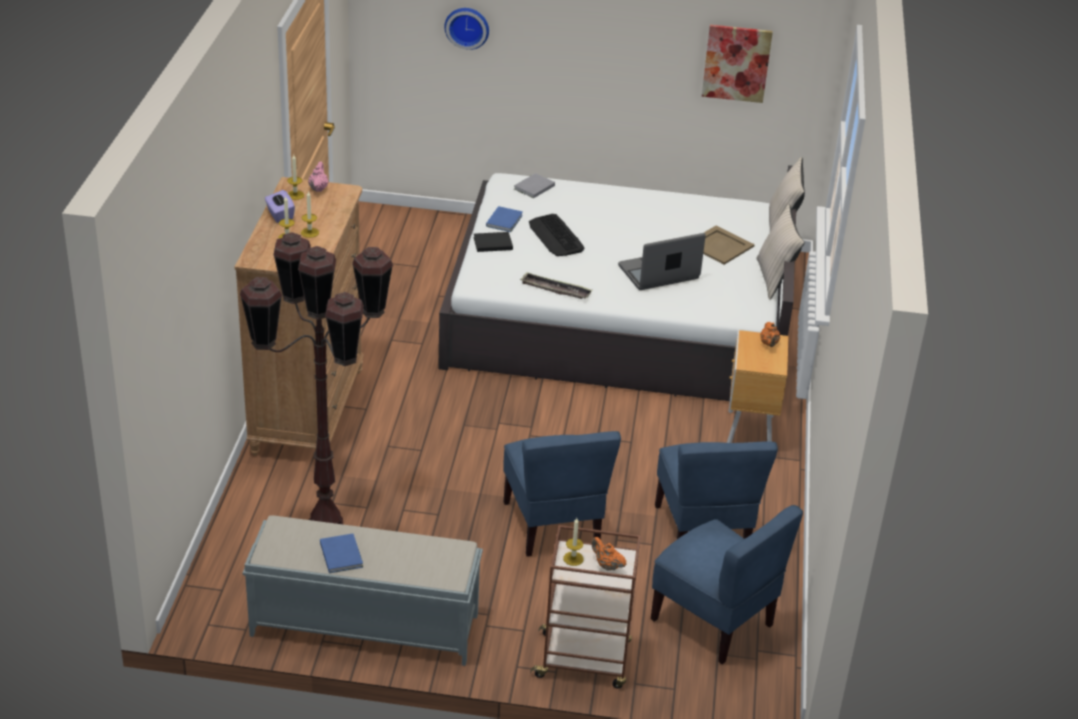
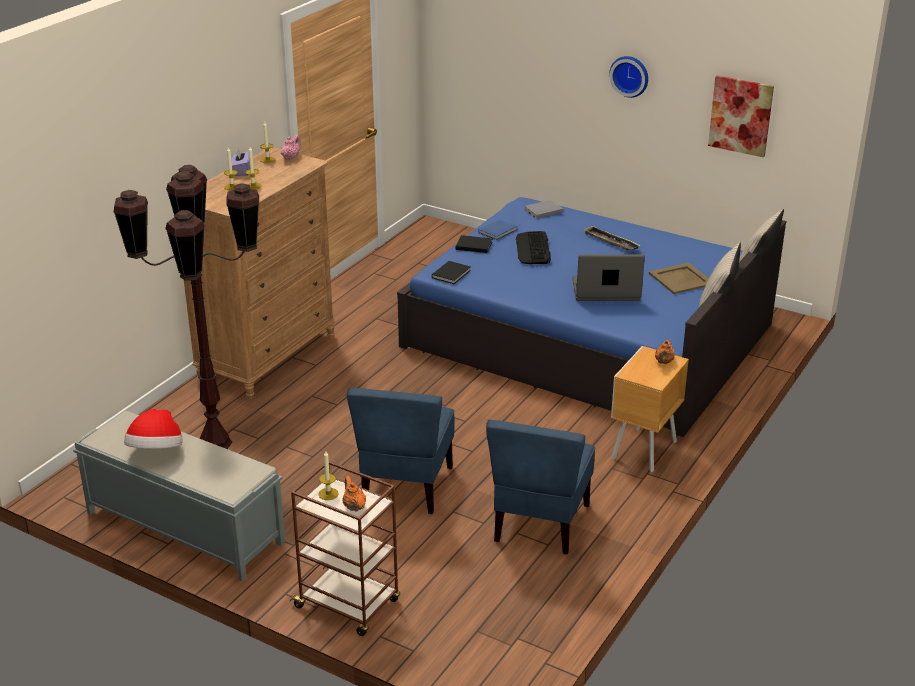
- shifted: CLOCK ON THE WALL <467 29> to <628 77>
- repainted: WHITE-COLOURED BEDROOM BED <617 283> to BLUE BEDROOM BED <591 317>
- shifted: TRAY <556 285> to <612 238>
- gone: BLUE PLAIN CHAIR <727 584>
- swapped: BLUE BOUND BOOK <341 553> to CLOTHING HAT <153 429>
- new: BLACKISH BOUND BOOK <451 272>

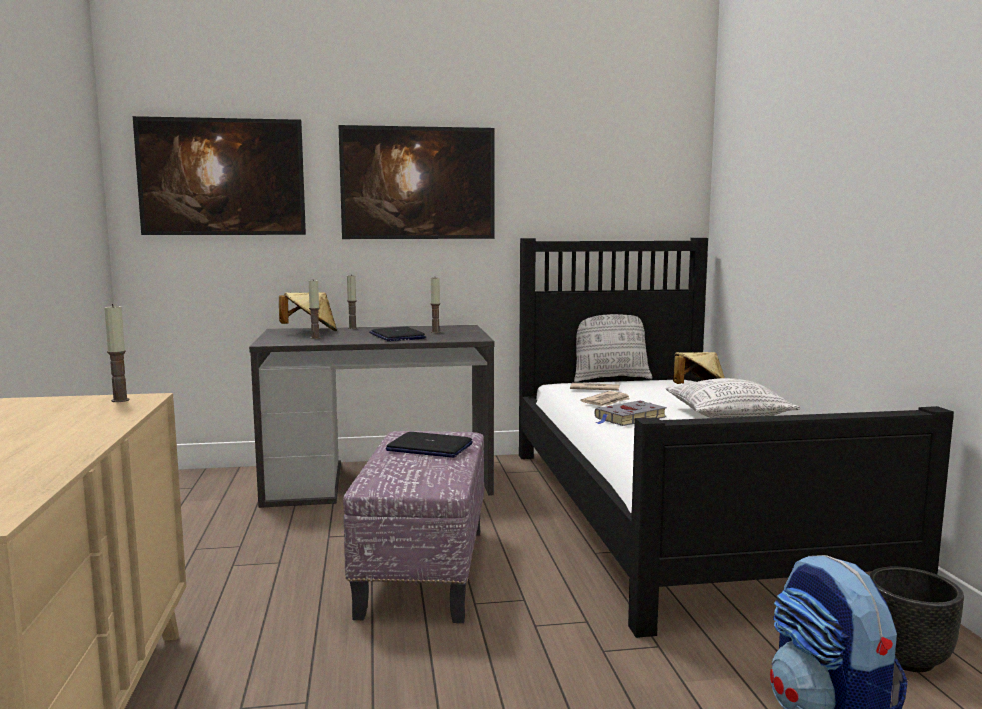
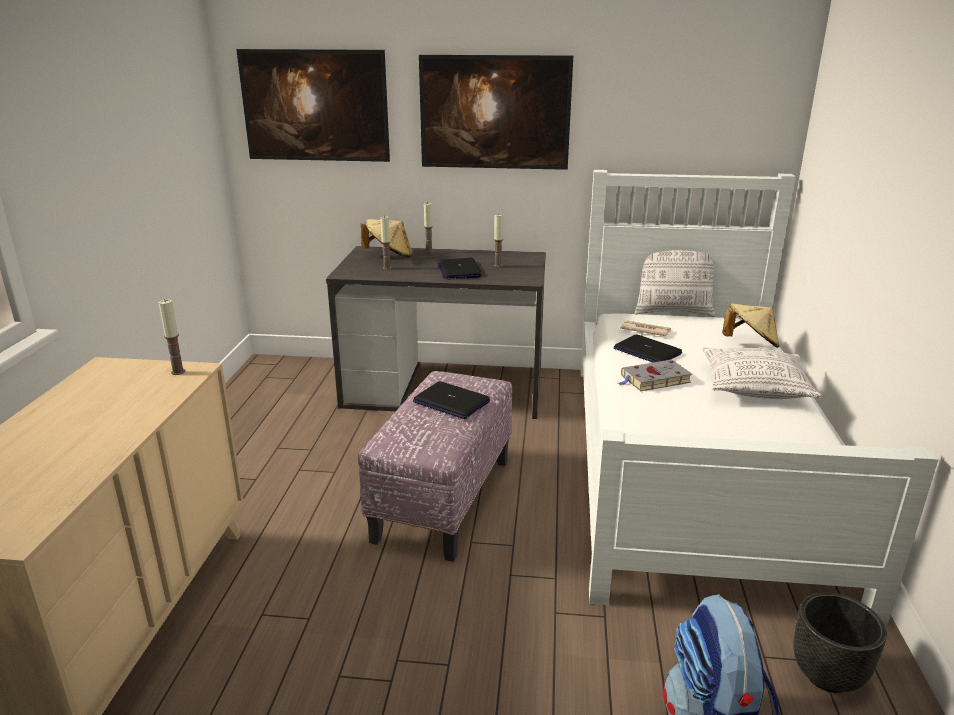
- repainted: BLACKISH BEDROOM BED <736 438> to WHITE-COLOURED BEDROOM BED <759 398>
- swapped: DAILY PAPER <605 398> to PORTABLE COMPUTER <648 349>

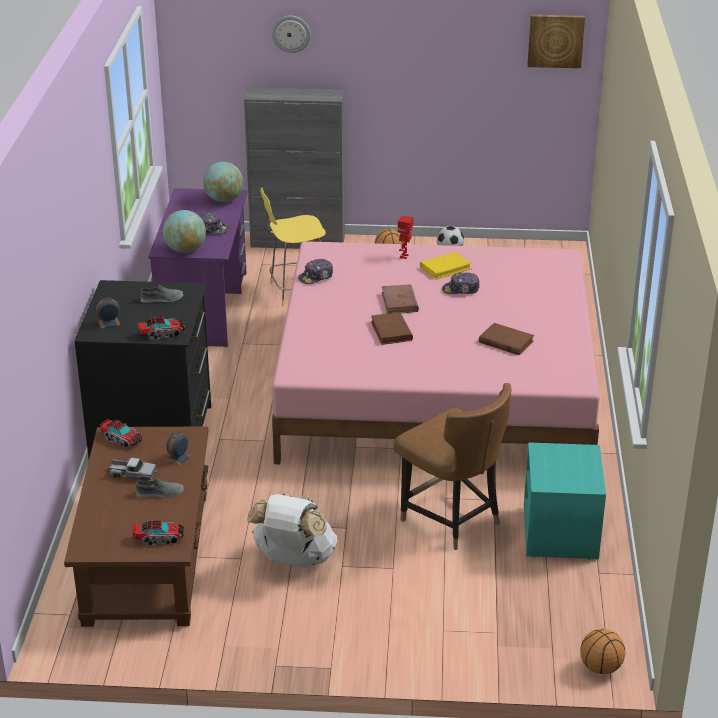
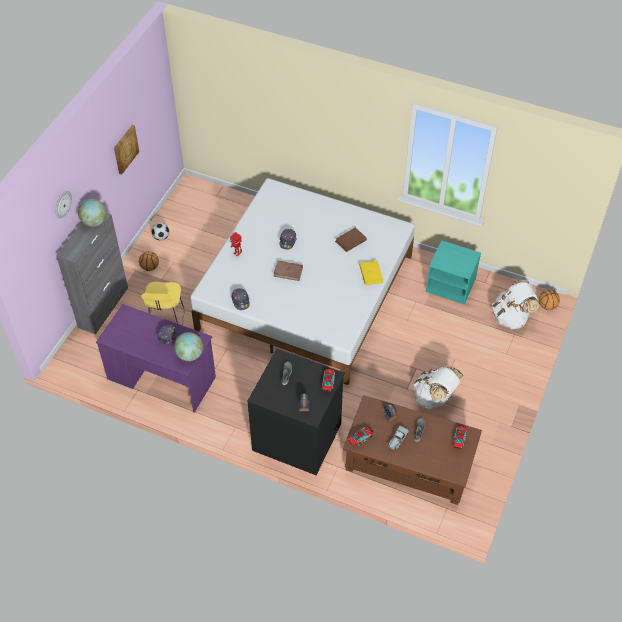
- shifted: WALL ART <556 41> to <126 150>
- shifted: WORLD GLOBE <223 182> to <92 213>
- repainted: PINKISH BEDROOM BED <436 352> to WHITE-COLOURED BEDROOM BED <302 281>
- shifted: YELLOWISH BOUND BOOK <446 266> to <371 273>
- gone: BROWN-COLOURED BOUND BOOK <392 328>
- gone: BROWN-COLOURED PLAIN CHAIR <452 466>
- new: WHITE-COLOURED KNAPSACK <515 304>

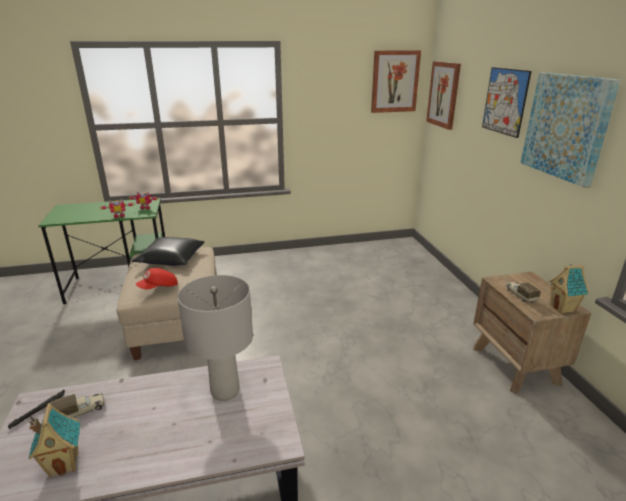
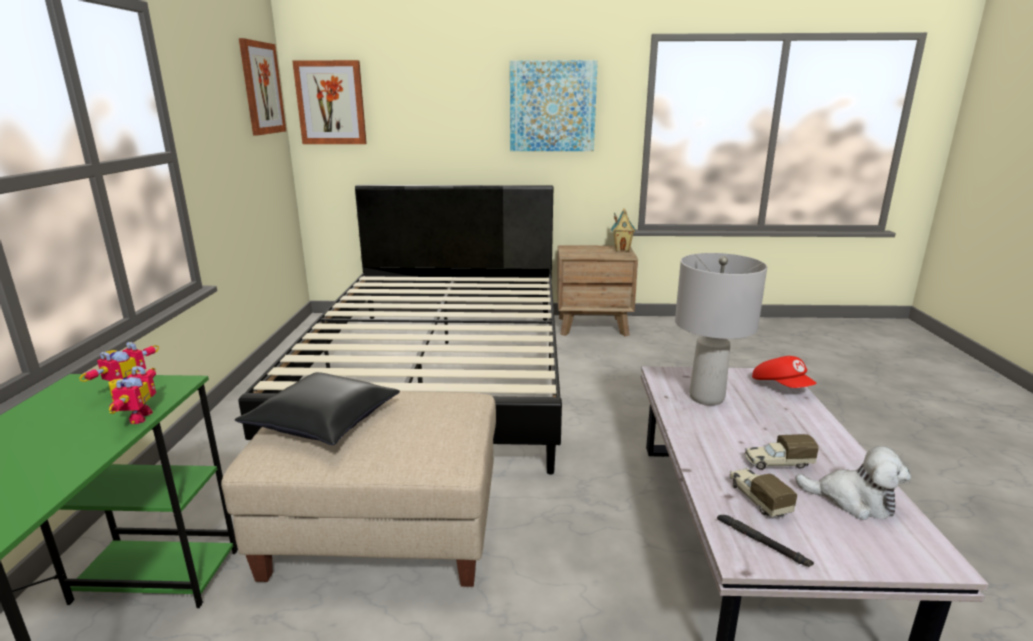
- gone: WALL ART <507 102>
- shifted: REDDISH PEAKED CAP <157 278> to <784 372>
- shifted: TOY TRUCK <523 292> to <781 452>
- swapped: MINIATURE HOUSE <54 440> to CUDDLY TOY <853 483>
- new: BLACKISH BEDROOM BED <400 330>

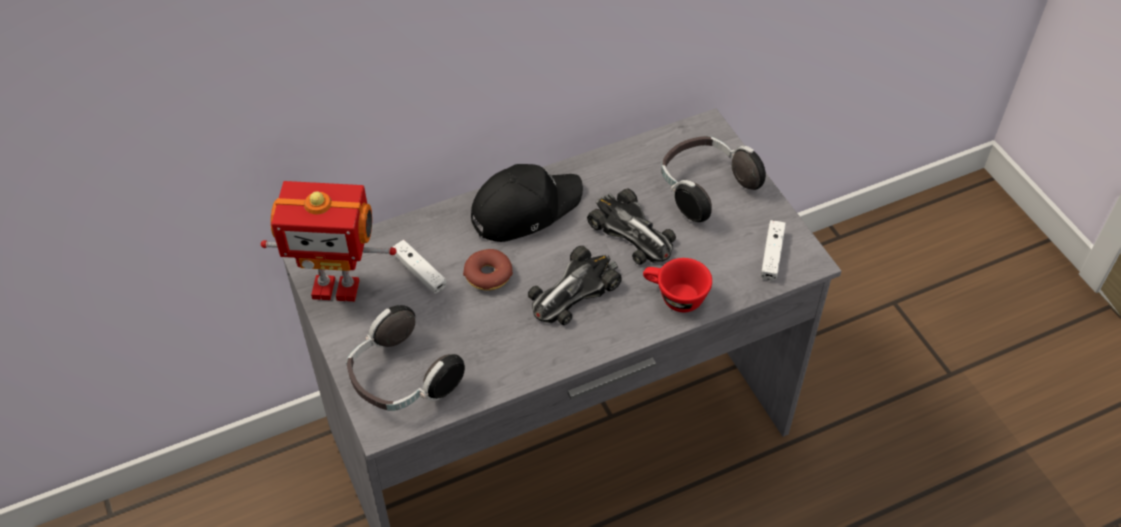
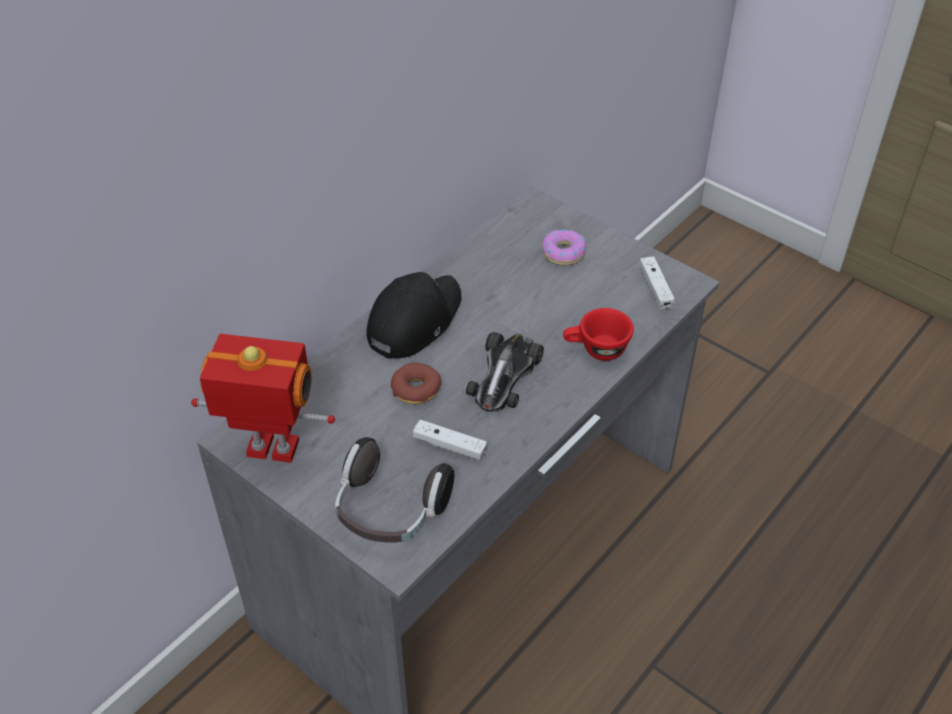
- swapped: HEADSET <713 179> to RING DOUGHNUT <564 247>
- rotated: MODEL ROBOT <329 241> = <263 398> 150 degrees counterclockwise
- gone: MINIATURE CAR <631 227>
- shifted: WHITE-COLOURED GAME CONTROLLER <419 266> to <450 440>

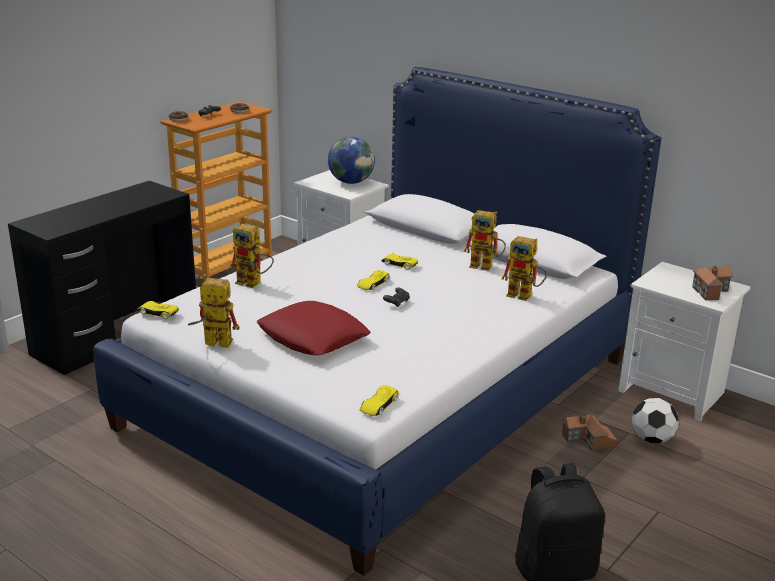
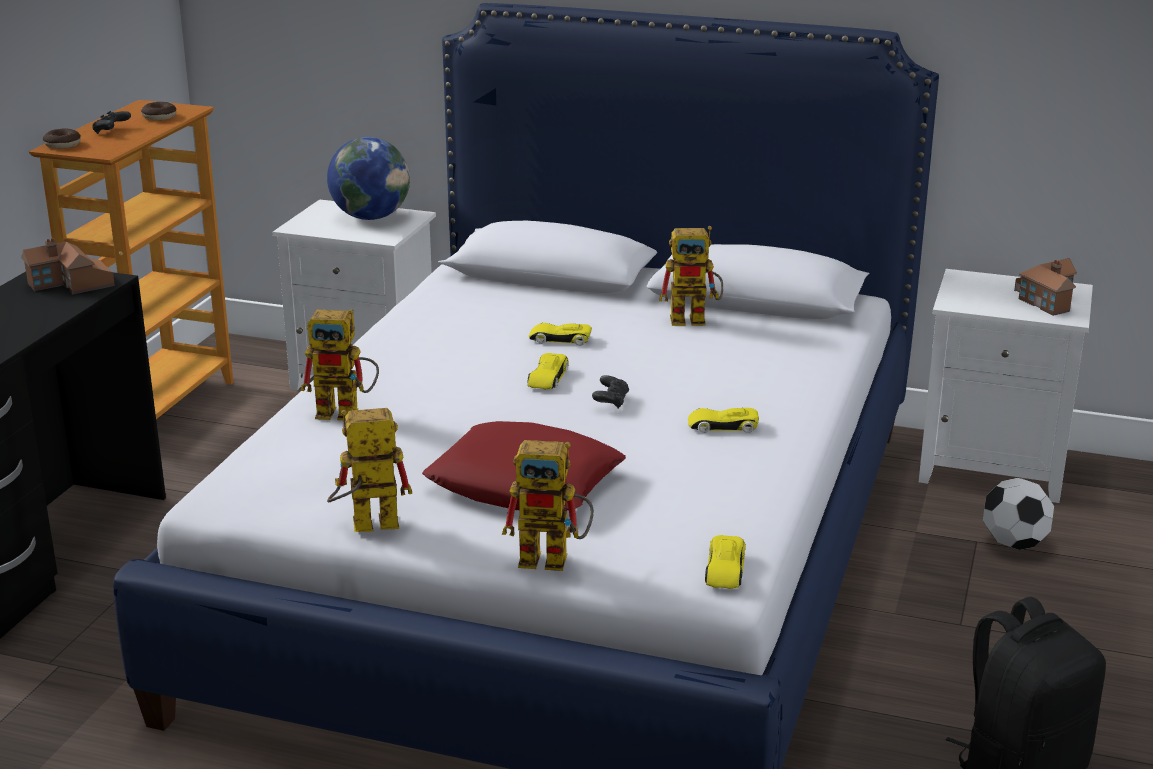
- shifted: MODEL ROBOT <524 268> to <548 505>
- shifted: YELLOWISH MINIATURE CAR <158 310> to <723 420>
- shifted: MINIATURE HOUSE <590 432> to <68 266>

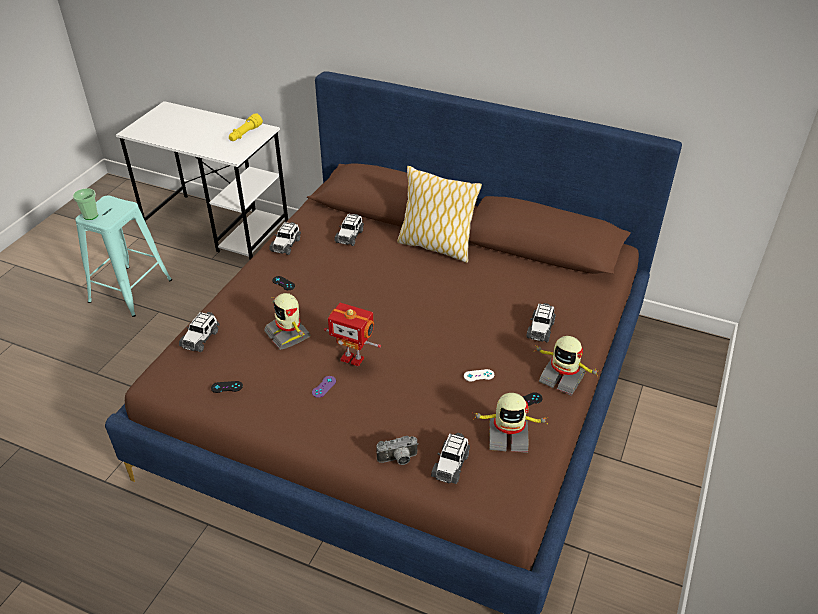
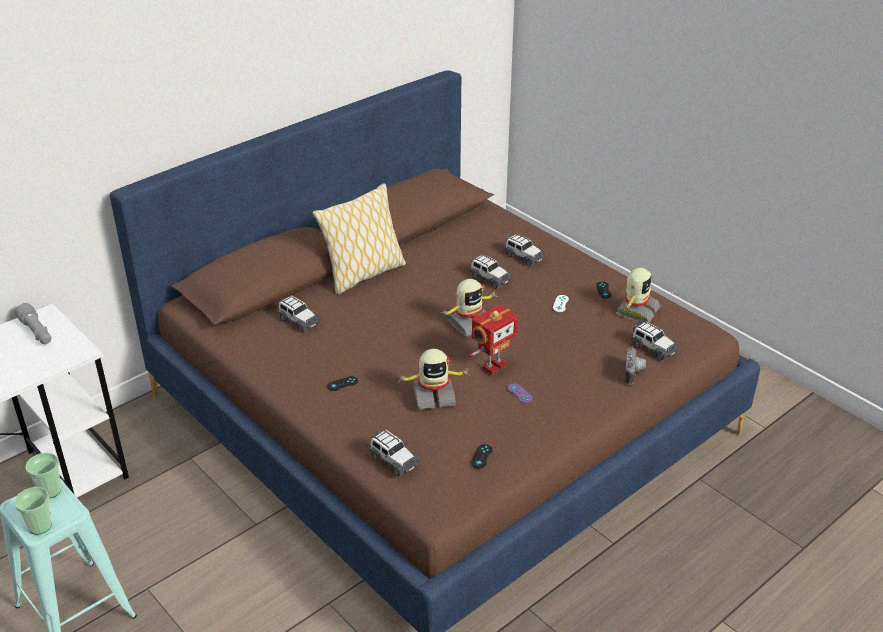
- repainted: YELLOWISH TORCH <246 127> to GREYISH TORCH <33 323>
- shifted: MINIATURE CAR <285 238> to <490 271>
- shifted: MODEL ROBOT <566 365> to <468 308>
- new: SMALL CUP <43 476>

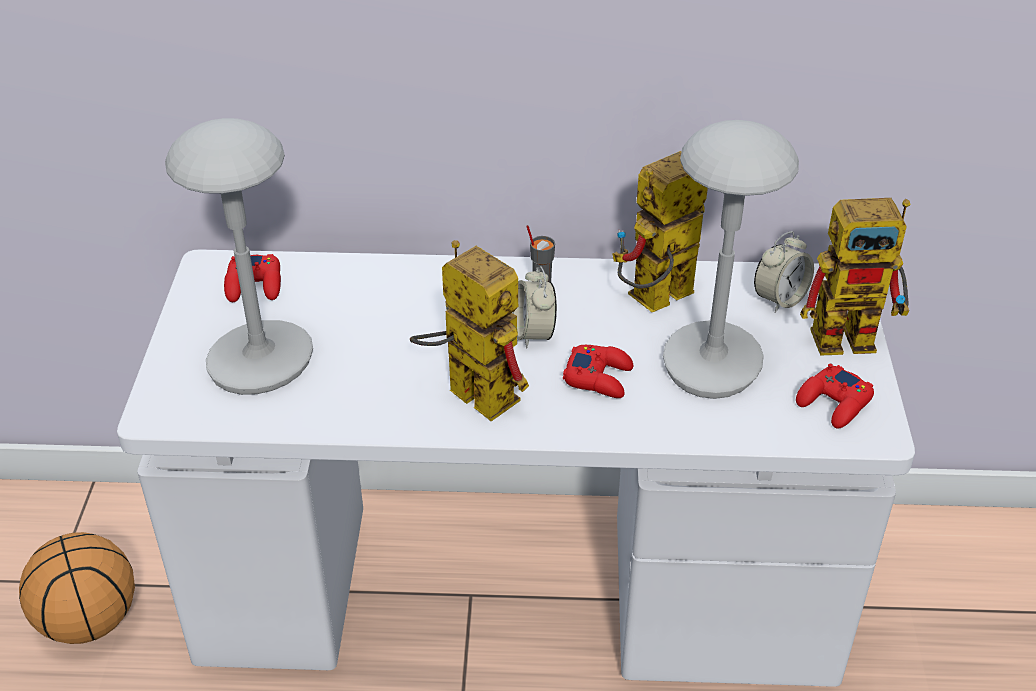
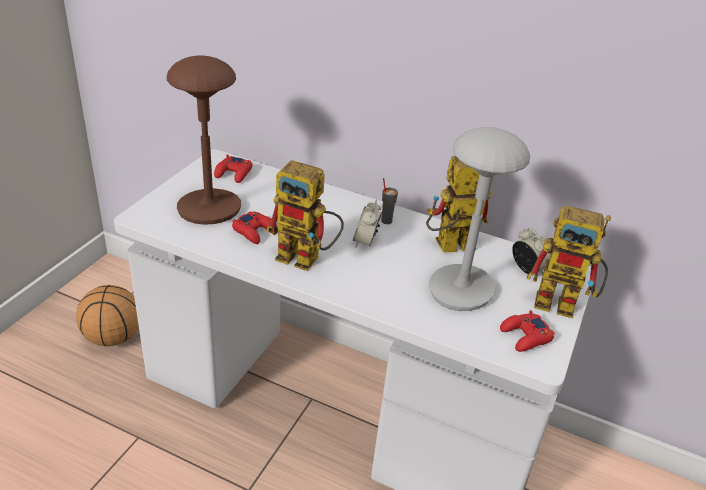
- repainted: GREYISH TABLE LAMP <239 256> to BROWN-COLOURED TABLE LAMP <204 140>
- rotated: BEDSIDE CLOCK <784 272> = <531 251> 105 degrees counterclockwise
- rotated: MODEL ROBOT <469 330> = <305 215> 135 degrees clockwise
- shifted: REDDISH GAME CONTROLLER <598 371> to <255 227>

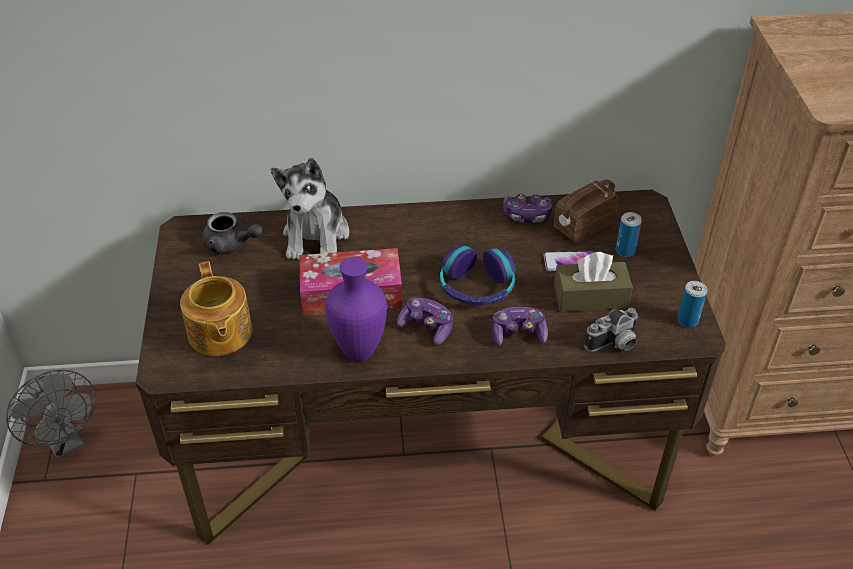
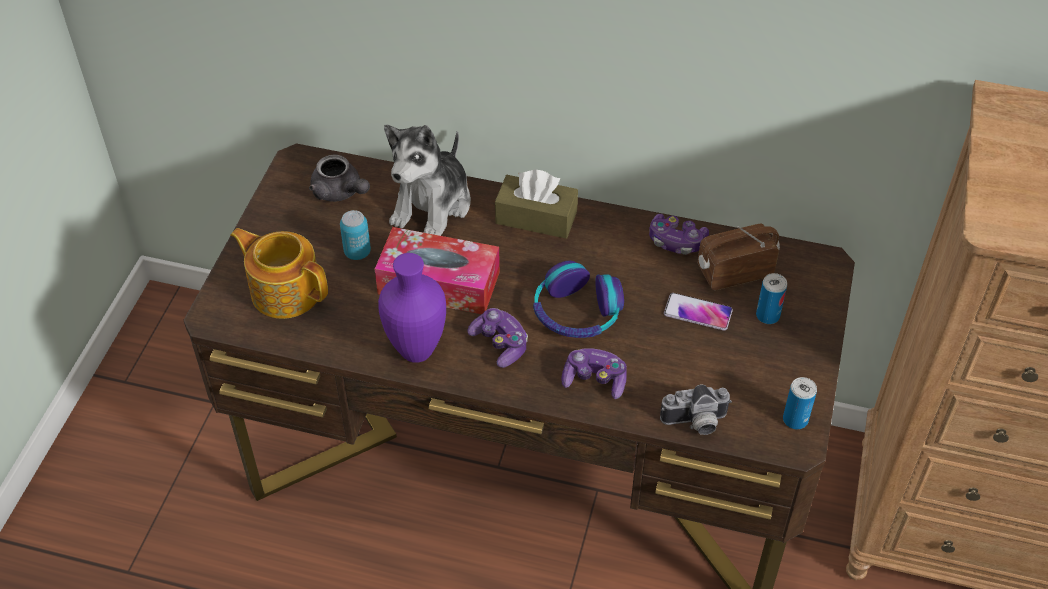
- shifted: BROWN-COLOURED TISSUE BOX <593 282> to <536 204>
- rotated: TEA POT <216 308> = <279 273> 120 degrees clockwise
- gone: GREYISH ELECTRIC FAN <51 414>
- new: METAL CAN <355 235>

